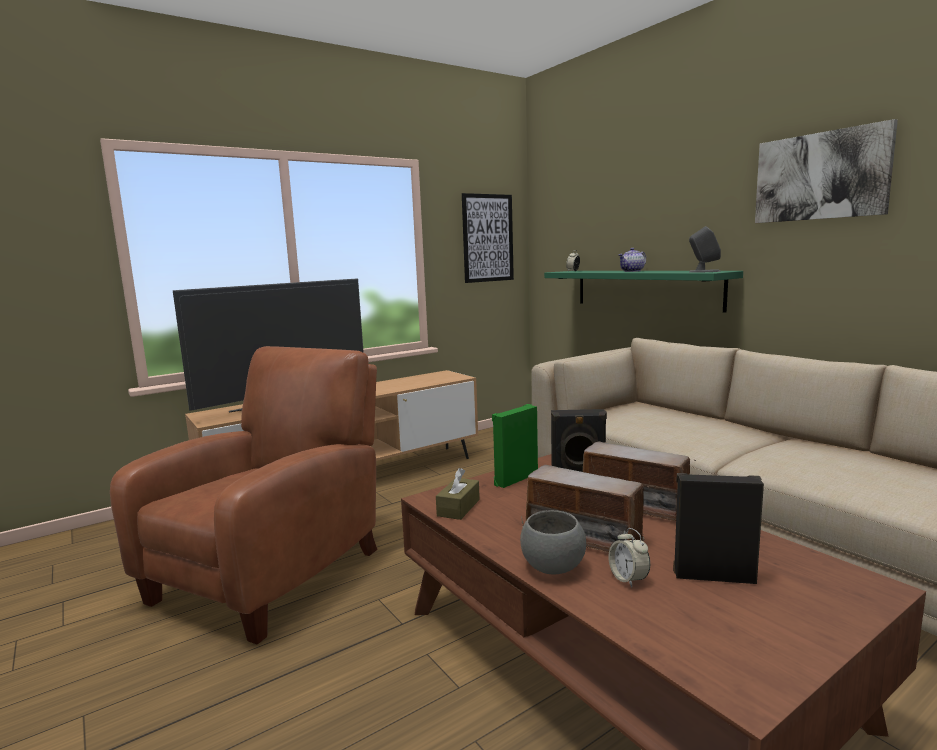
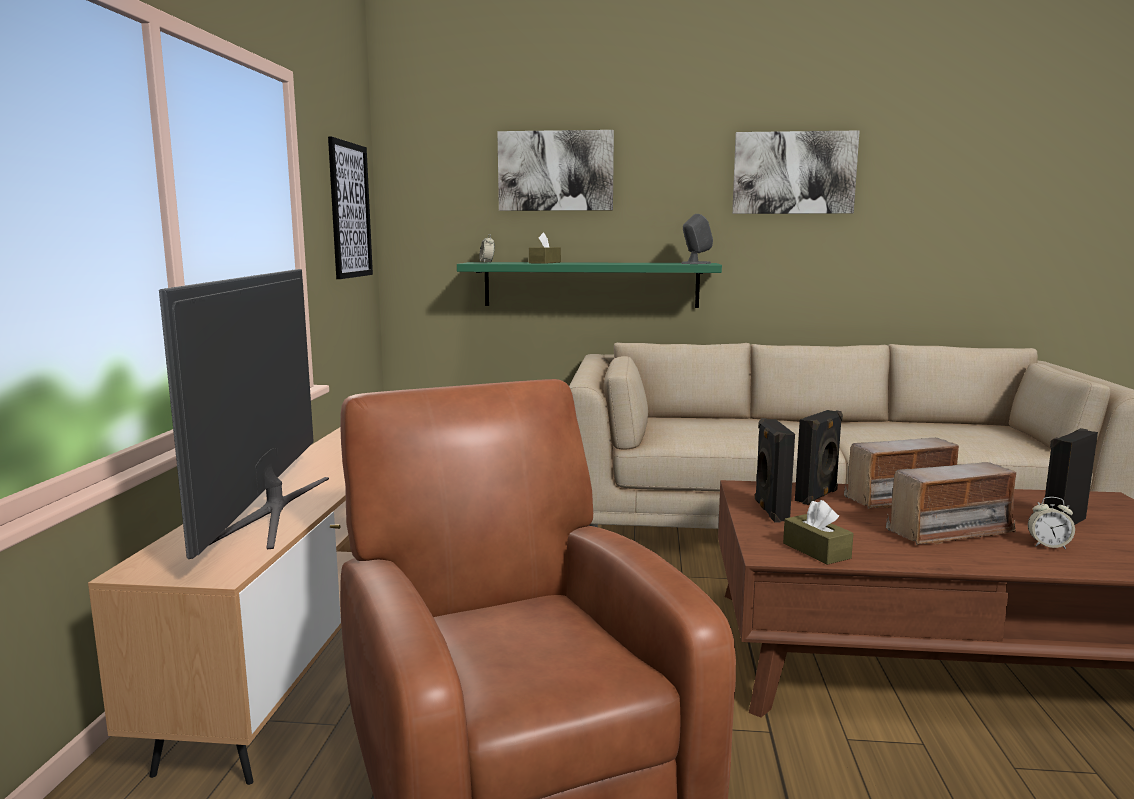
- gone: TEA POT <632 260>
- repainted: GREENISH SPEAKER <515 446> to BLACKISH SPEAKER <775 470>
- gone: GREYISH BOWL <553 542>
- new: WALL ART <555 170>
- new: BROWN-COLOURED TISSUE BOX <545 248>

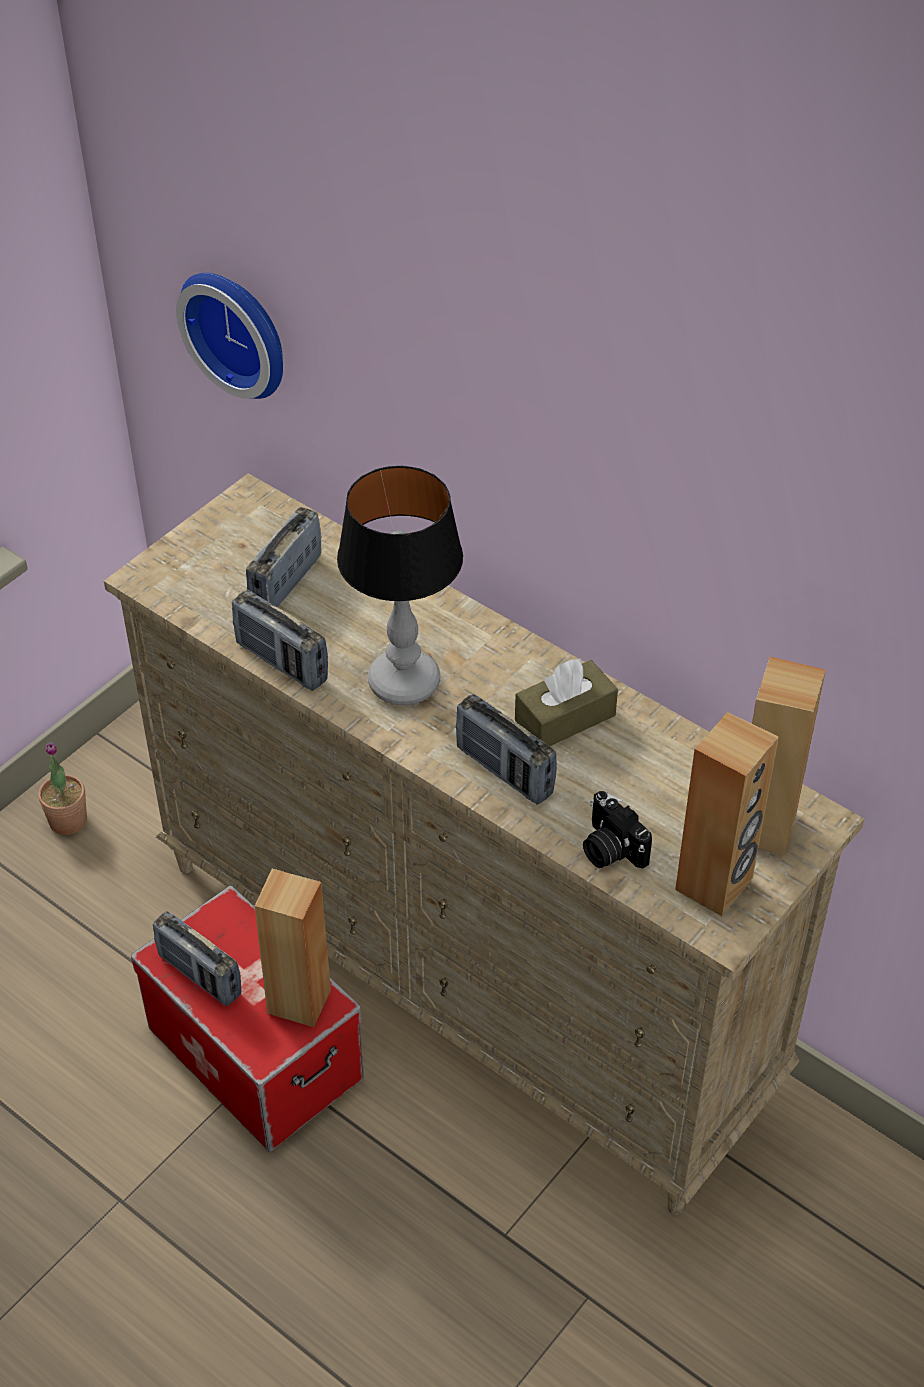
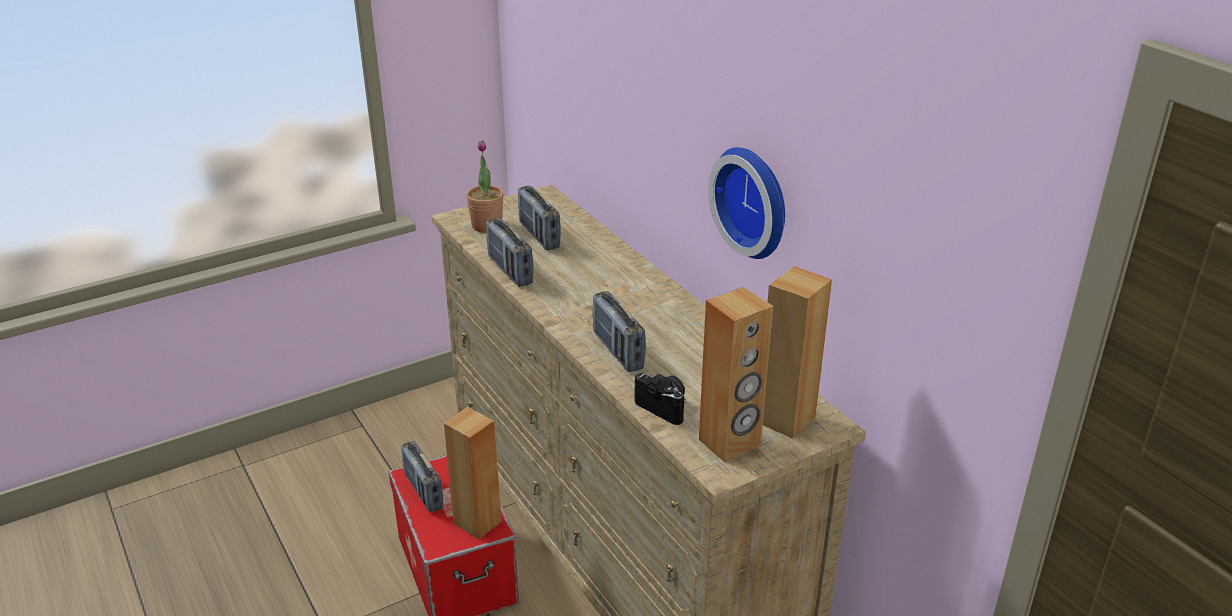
- shifted: CLOCK ON THE WALL <229 336> to <746 203>
- gone: TABLE LAMP <400 585>
- rotated: RADIO <283 557> = <539 218> 75 degrees counterclockwise
- gone: BROWN-COLOURED TISSUE BOX <566 702>
- shifted: POTTED PLANT <62 788> to <484 186>
- rotated: PHOTO CAMERA <617 829> = <660 399> 150 degrees clockwise

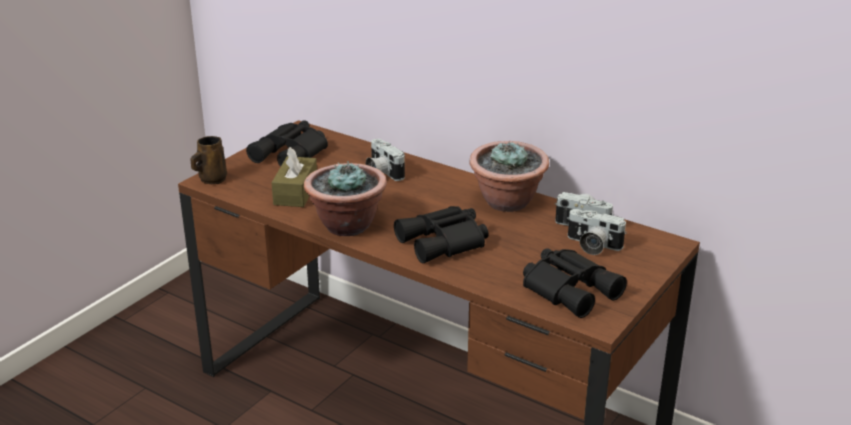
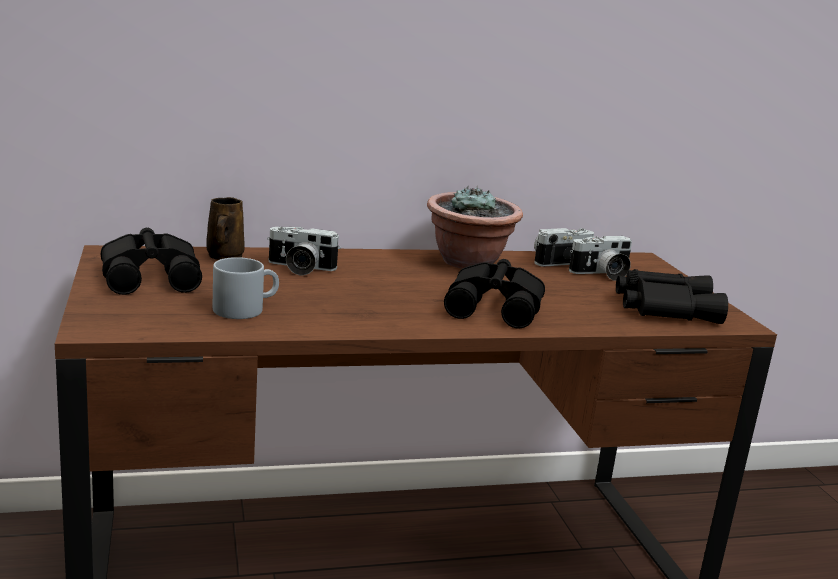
- shifted: BROWN-COLOURED COFFEE MUG <209 160> to <225 228>
- swapped: BROWN-COLOURED TISSUE BOX <294 177> to GREYISH COFFEE MUG <246 288>
- gone: POTTED PLANT <345 198>

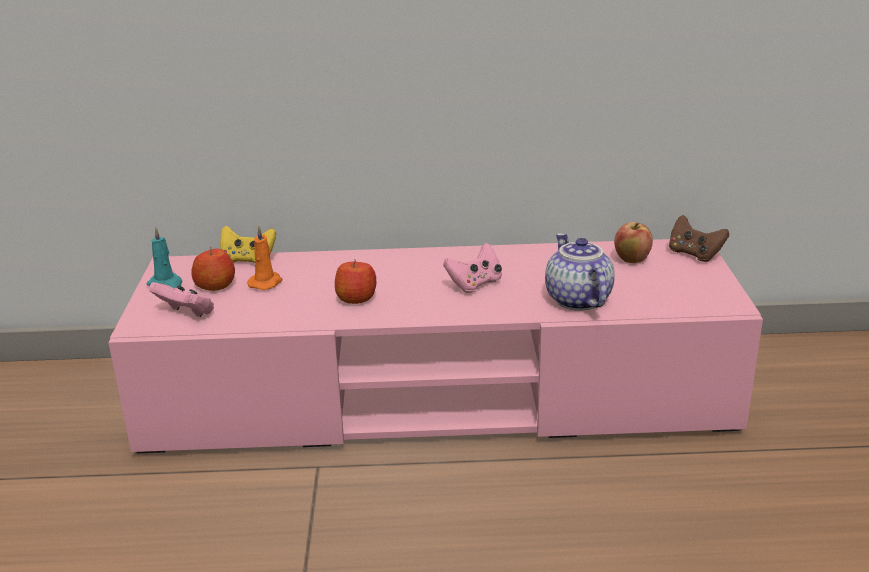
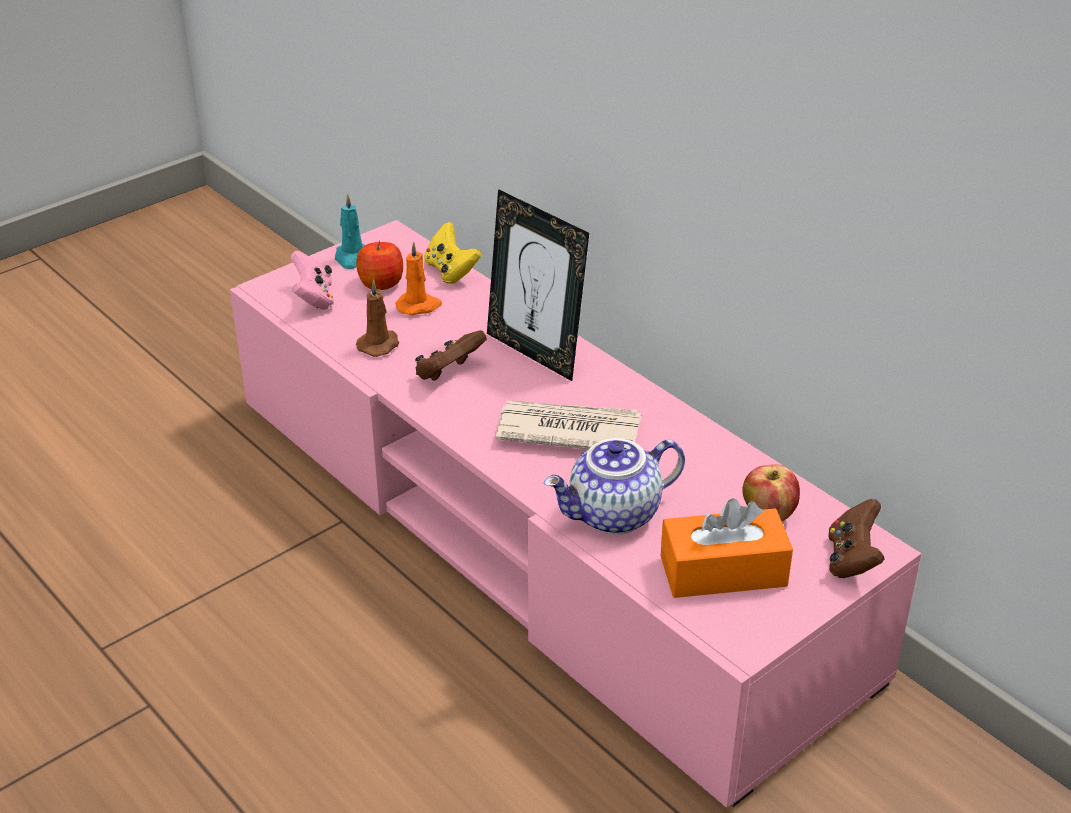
- rotated: TEA POT <580 272> = <614 486> 150 degrees counterclockwise
- swapped: PINKISH GAME CONTROLLER <472 268> to DAILY PAPER <569 424>
- swapped: APPLE FRUIT <355 282> to BROWN-COLOURED GAME CONTROLLER <451 355>
- new: STANDING FRAME <538 285>
- new: BROWN-COLOURED WAX LIGHT <378 318>
- new: ORANGE TISSUE BOX <727 548>

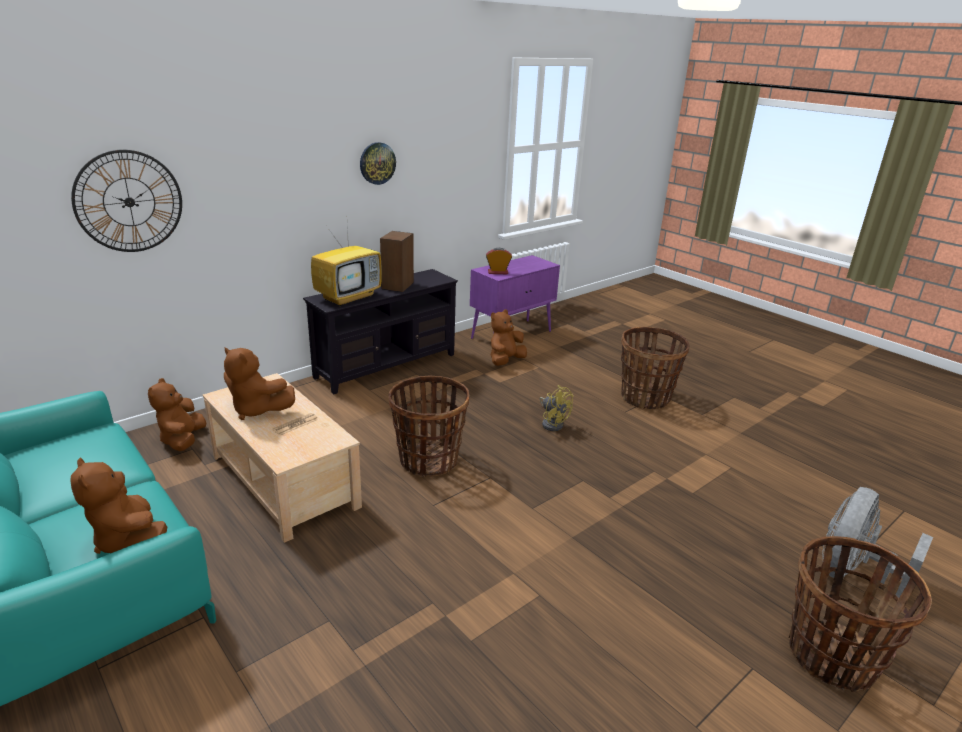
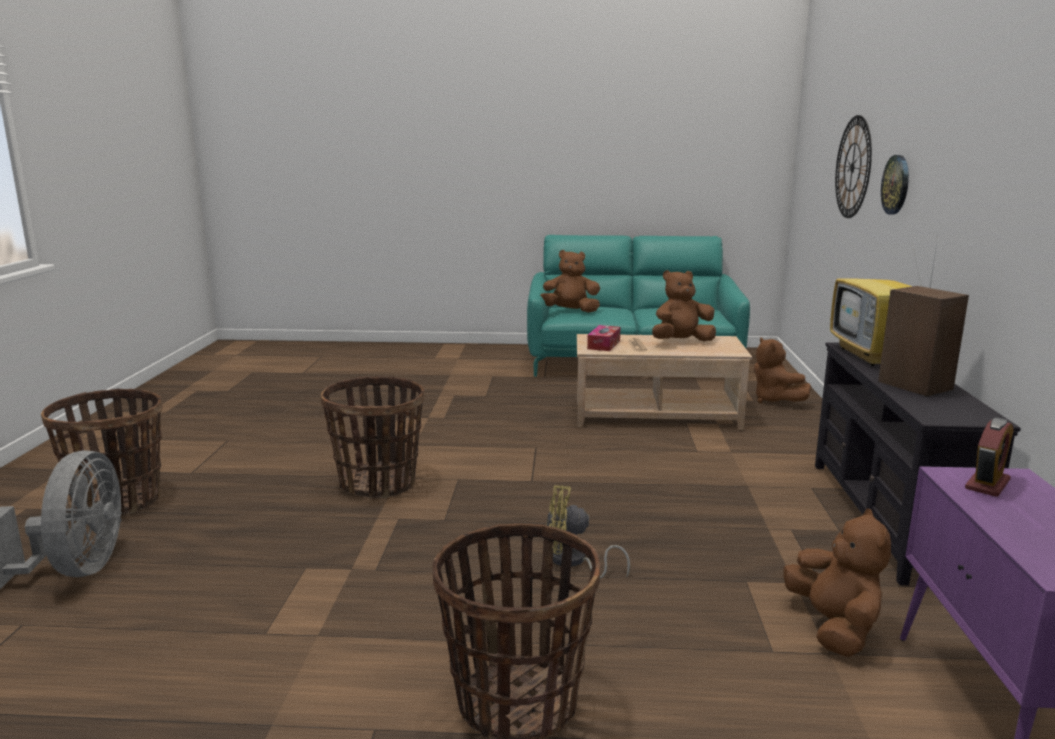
- shifted: CLOCK ON THE WALL <378 163> to <895 185>
- shifted: STORAGE BASKET <429 426> to <372 437>
- rotated: BROWN-COLOURED CUDDLY TOY <177 414> = <782 370> 150 degrees counterclockwise
- new: TISSUE BOX <604 338>

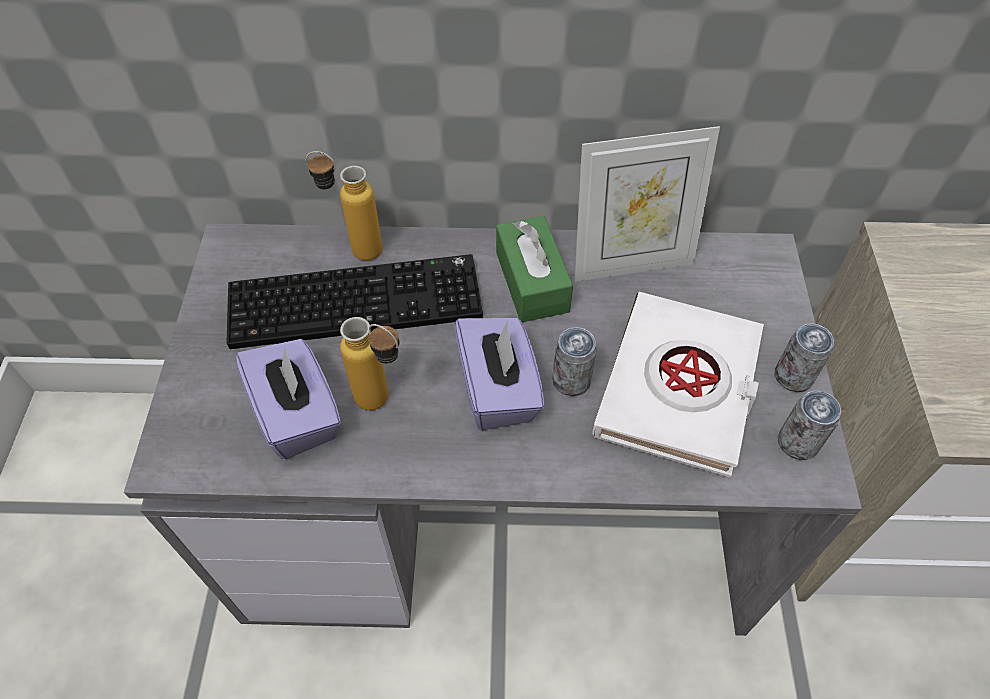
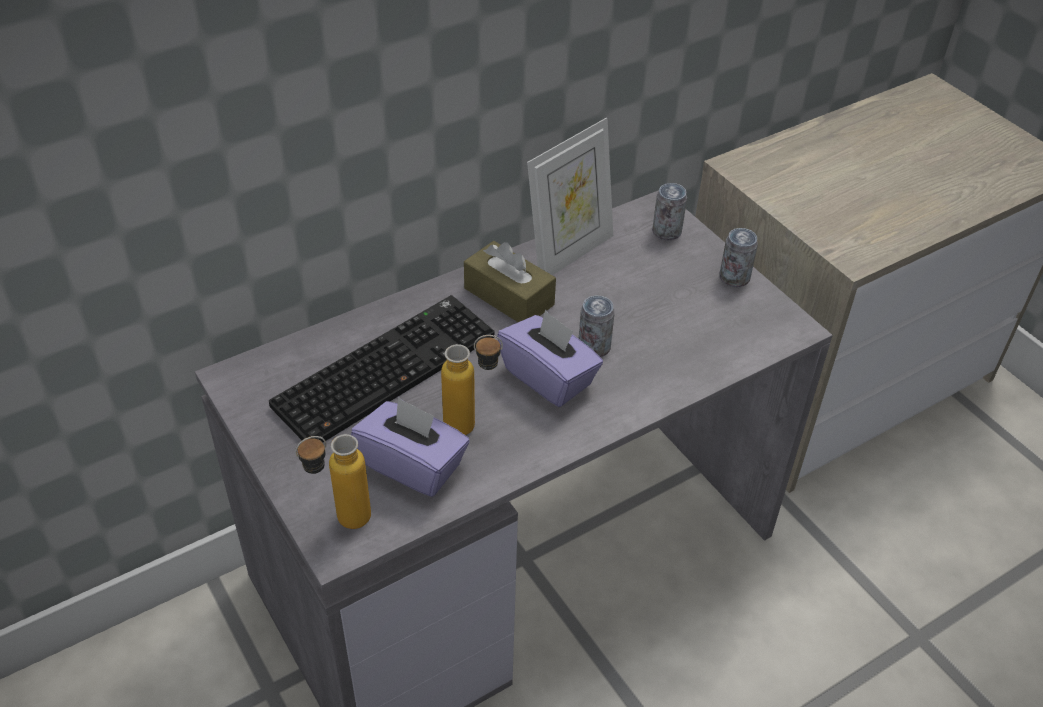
- shifted: BEVERAGE BOTTLE <344 206> to <333 481>
- repainted: GREENISH TISSUE BOX <534 269> to BROWN-COLOURED TISSUE BOX <510 281>
- gone: WHITE-COLOURED BOUND BOOK <678 385>
- shifted: METAL CAN <809 425> to <669 211>

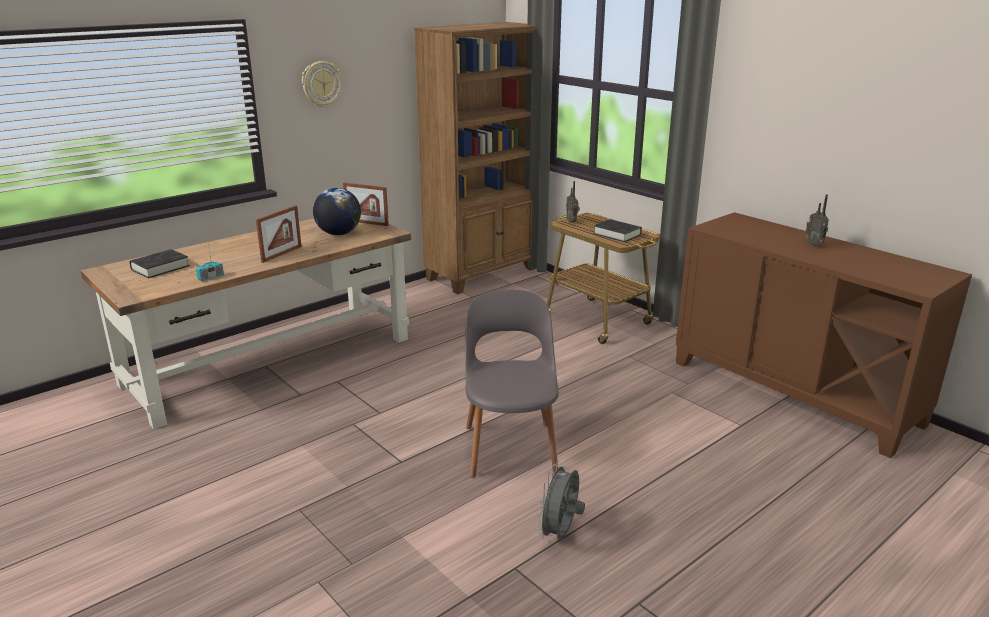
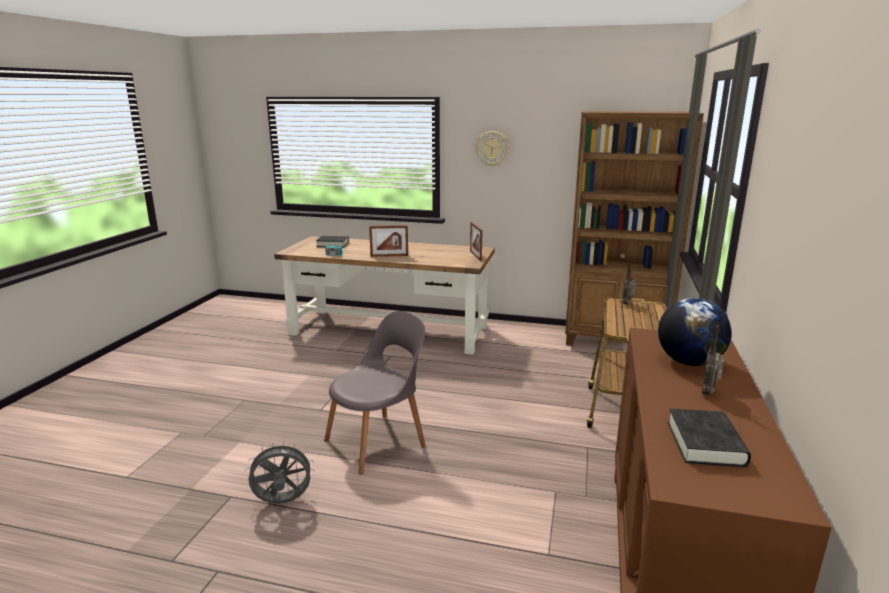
- shifted: WORLD GLOBE <337 211> to <695 332>
- shifted: BLACKISH BOUND BOOK <617 230> to <709 437>

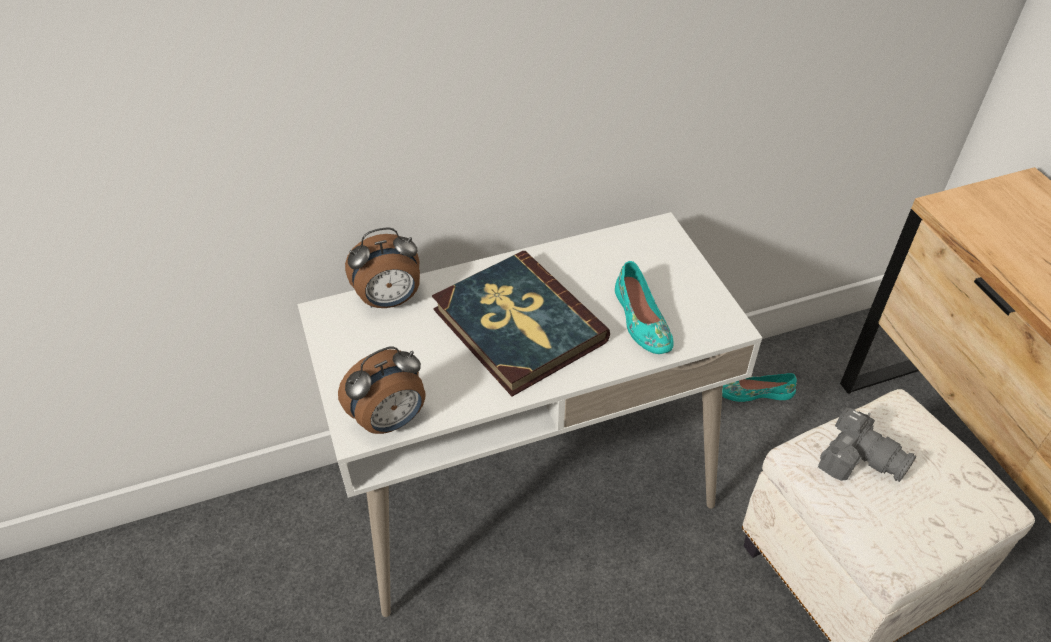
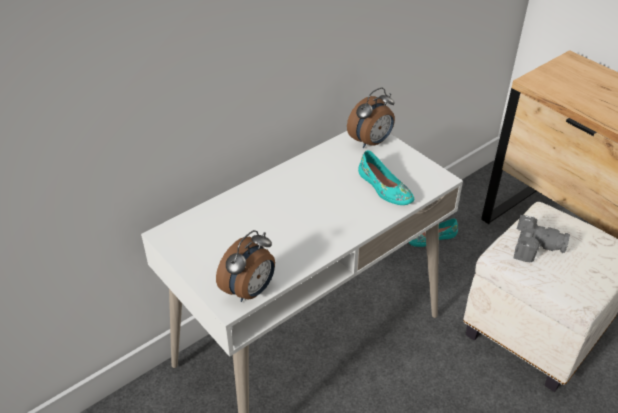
- shifted: BEDSIDE CLOCK <382 267> to <371 118>
- gone: BOUND BOOK <521 324>

